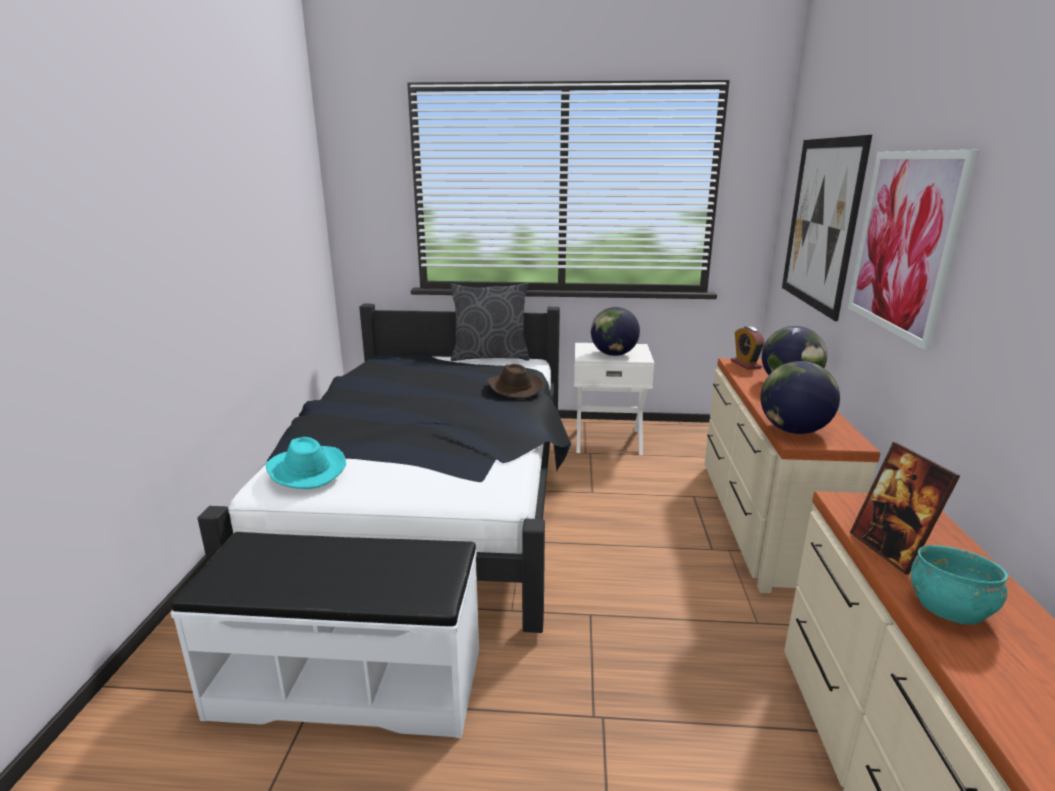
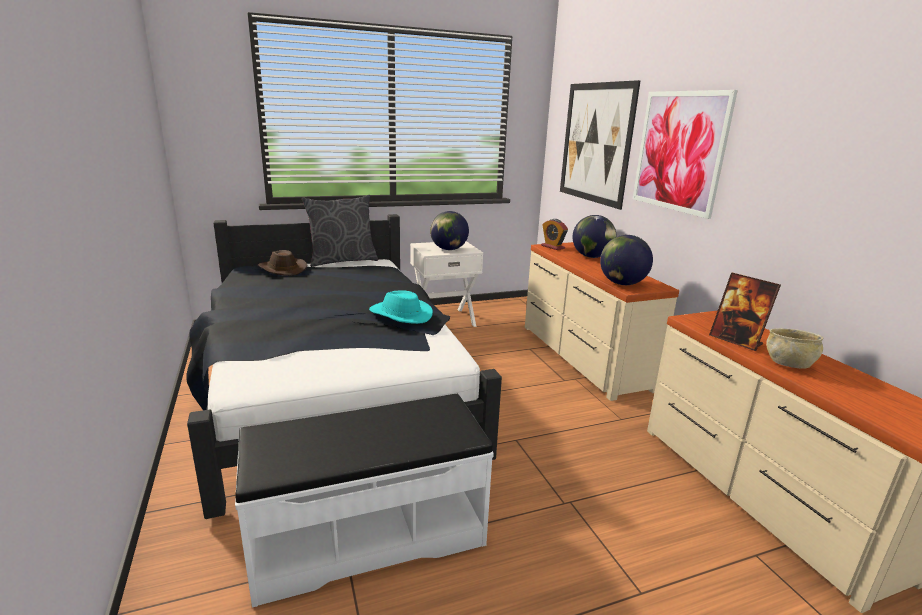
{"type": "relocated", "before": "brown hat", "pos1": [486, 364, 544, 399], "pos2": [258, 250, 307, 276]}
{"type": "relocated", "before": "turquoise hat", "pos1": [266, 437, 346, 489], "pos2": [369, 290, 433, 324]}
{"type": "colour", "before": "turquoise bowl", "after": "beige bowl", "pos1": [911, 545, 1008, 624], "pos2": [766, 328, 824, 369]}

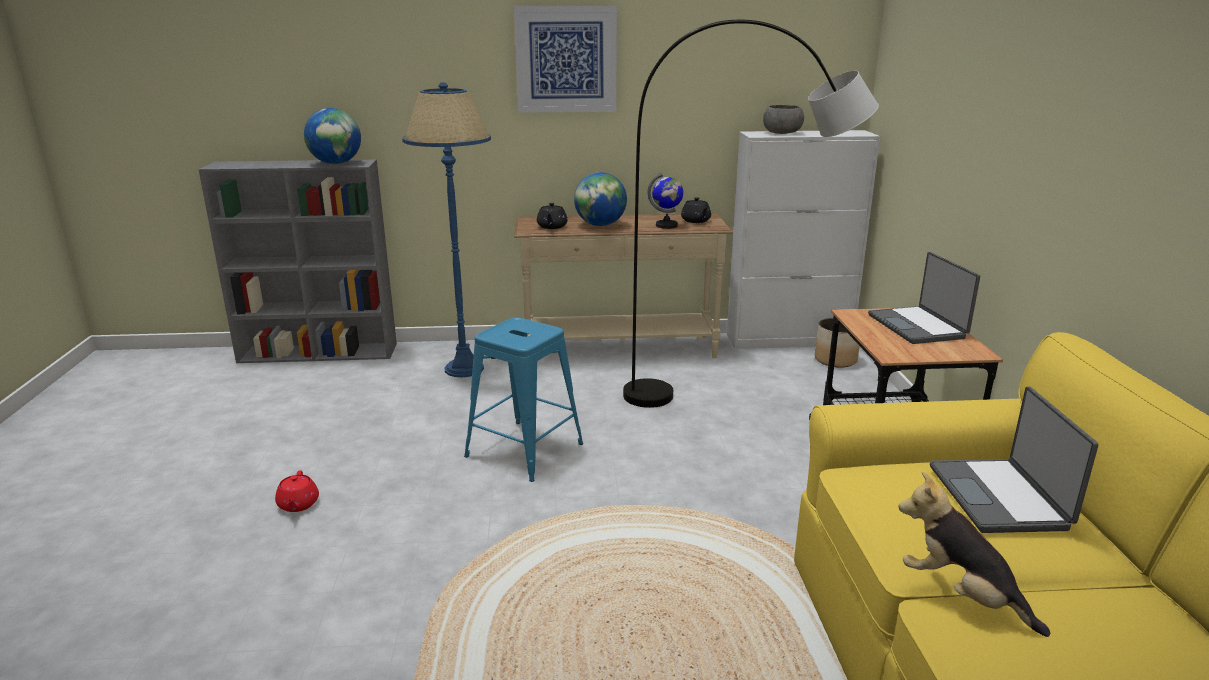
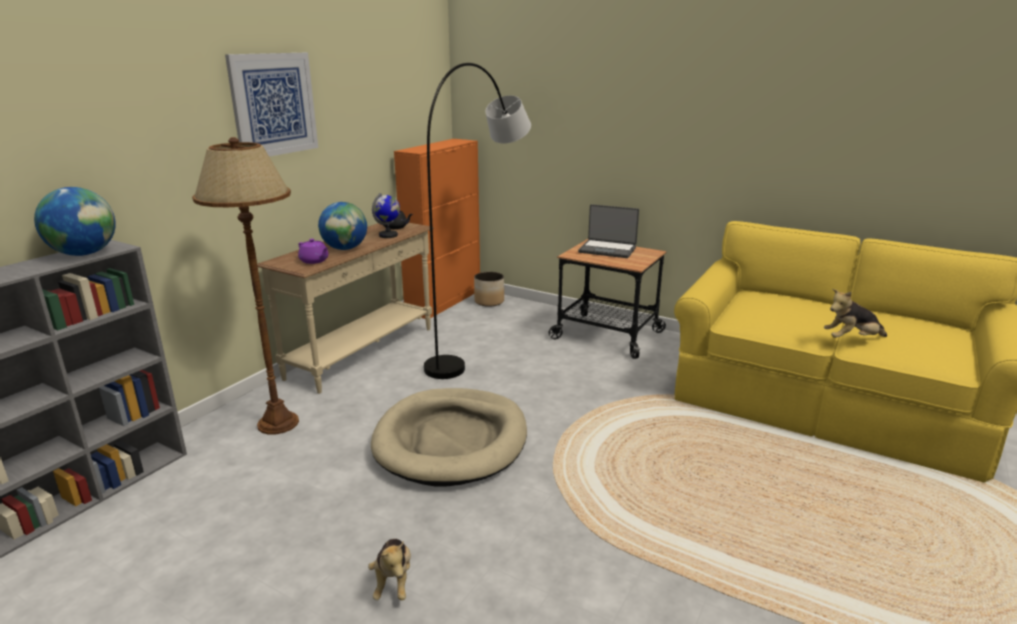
{"type": "colour", "before": "blue floor lamp", "after": "brown floor lamp", "pos1": [402, 82, 491, 377], "pos2": [192, 137, 299, 435]}
{"type": "colour", "before": "black teapot", "after": "purple teapot", "pos1": [537, 203, 567, 229], "pos2": [298, 239, 328, 264]}
{"type": "exchanged", "before": "red teapot", "after": "plush toy", "pos1": [275, 470, 319, 512], "pos2": [368, 539, 411, 600]}
{"type": "exchanged", "before": "blue stool", "after": "beige dog bed", "pos1": [464, 317, 583, 482], "pos2": [371, 388, 527, 486]}
{"type": "colour", "before": "white cabinet", "after": "orange cabinet", "pos1": [727, 130, 880, 349], "pos2": [394, 139, 480, 319]}
{"type": "missing", "before": "grey bowl", "pos1": [763, 105, 804, 134]}
{"type": "missing", "before": "laptop", "pos1": [930, 387, 1098, 533]}

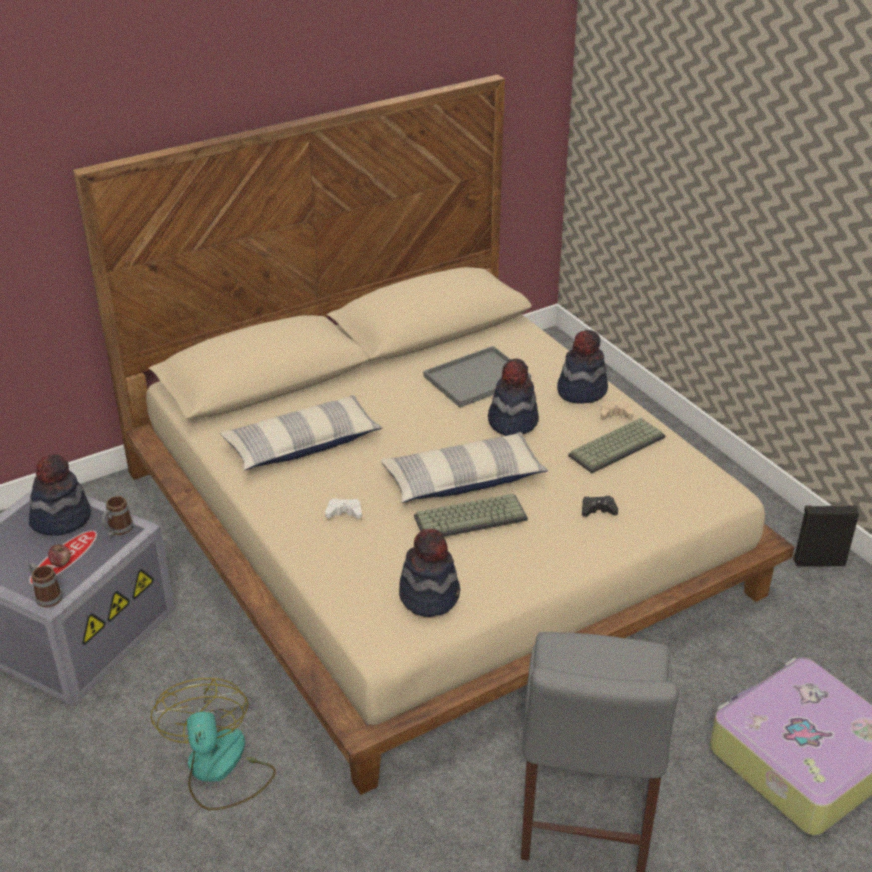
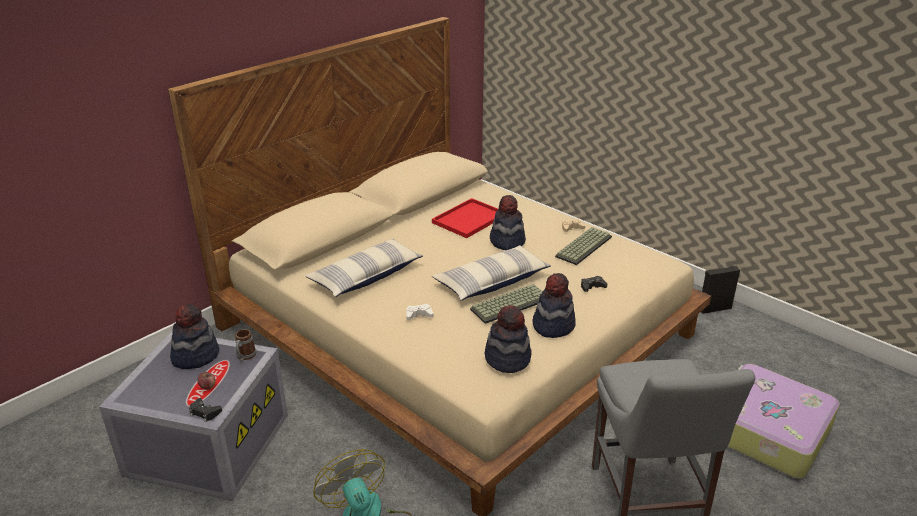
{"type": "exchanged", "before": "mug", "after": "black game controller", "pos1": [28, 562, 62, 607], "pos2": [189, 398, 222, 422]}
{"type": "colour", "before": "grey tray", "after": "red tray", "pos1": [423, 346, 531, 408], "pos2": [432, 198, 498, 238]}
{"type": "relocated", "before": "hat", "pos1": [557, 330, 608, 403], "pos2": [533, 273, 576, 338]}

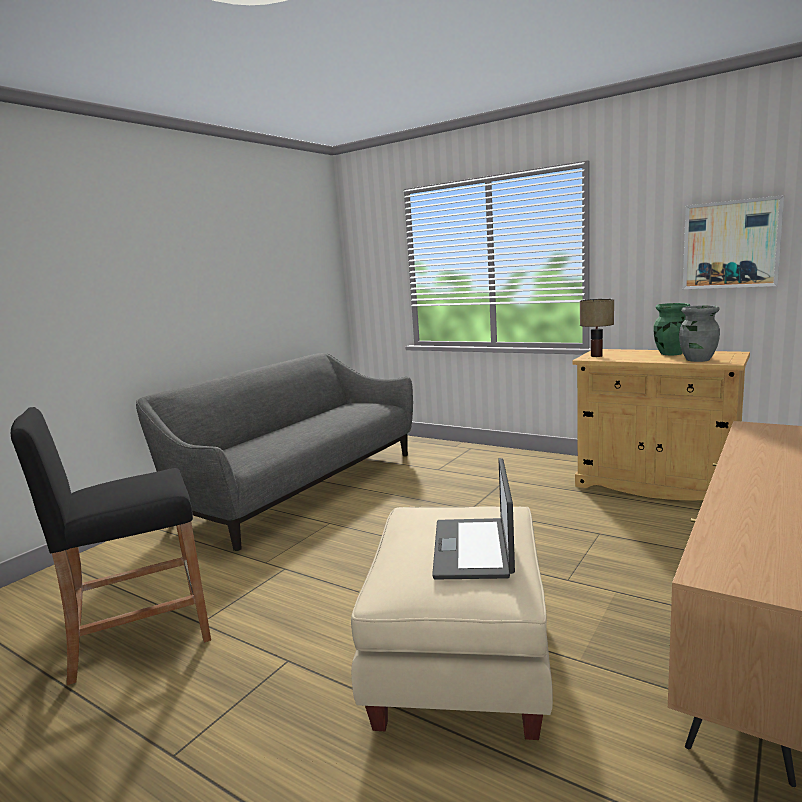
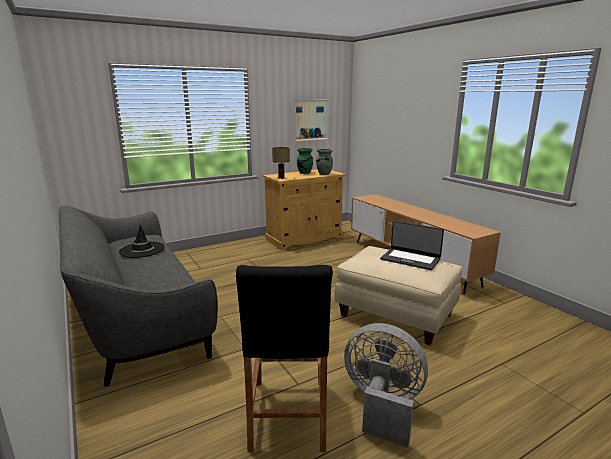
{"type": "appeared", "after": "black hat", "pos2": [119, 225, 165, 258]}
{"type": "appeared", "after": "grey fan", "pos2": [344, 323, 428, 448]}

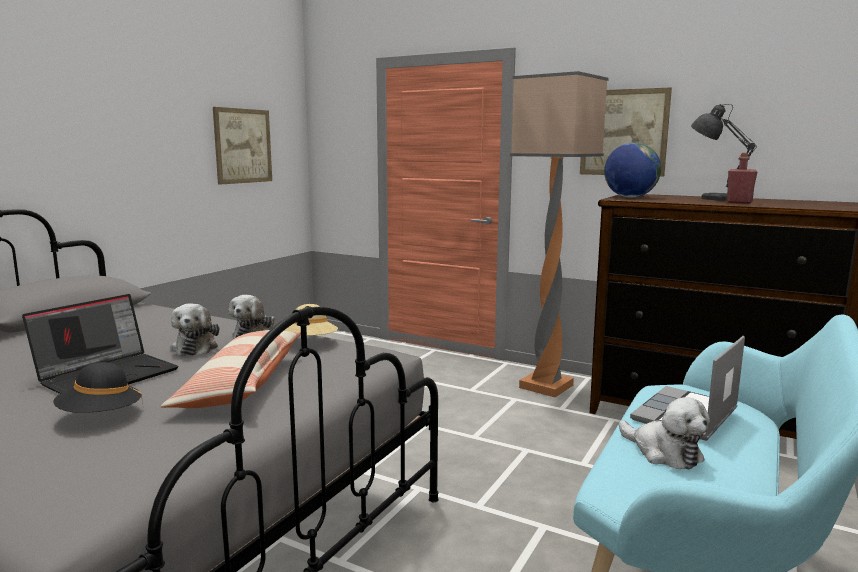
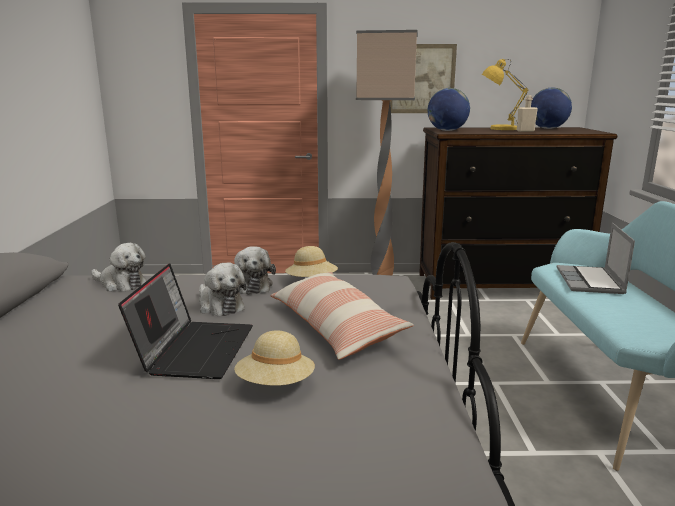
{"type": "relocated", "before": "plush toy", "pos1": [619, 397, 710, 469], "pos2": [91, 243, 147, 291]}
{"type": "colour", "before": "black hat", "after": "beige hat", "pos1": [53, 362, 143, 413], "pos2": [234, 331, 315, 386]}
{"type": "colour", "before": "grey table lamp", "after": "yellow table lamp", "pos1": [691, 104, 757, 201], "pos2": [482, 59, 529, 130]}
{"type": "colour", "before": "red bottle", "after": "beige bottle", "pos1": [726, 153, 758, 204], "pos2": [517, 95, 538, 132]}
{"type": "appeared", "after": "globe", "pos2": [531, 88, 572, 129]}
{"type": "missing", "before": "picture", "pos1": [213, 107, 272, 185]}

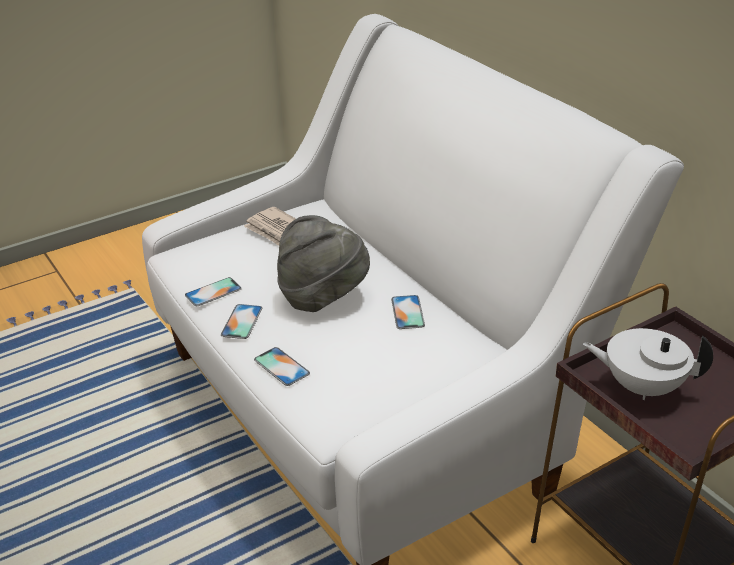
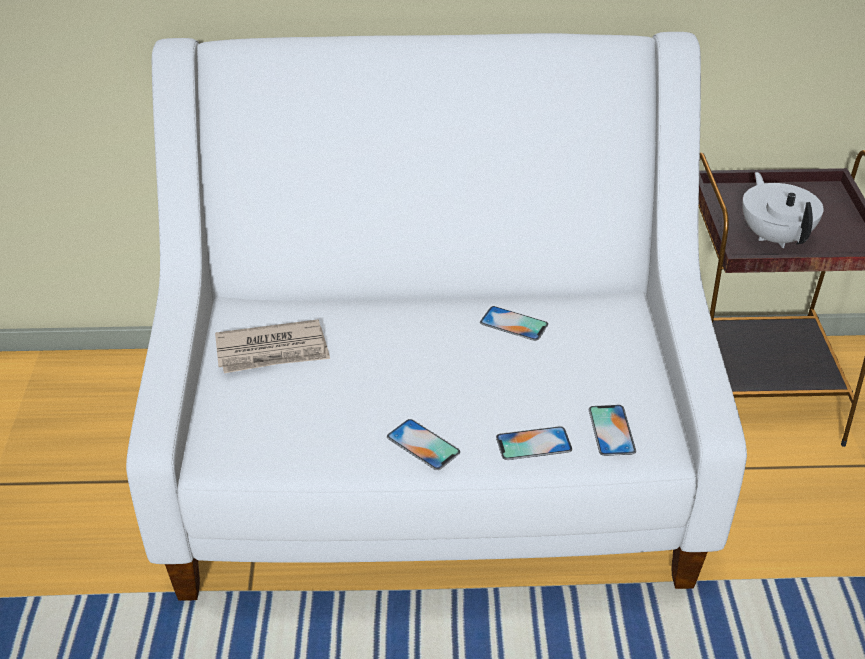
{"type": "relocated", "before": "phone", "pos1": [185, 277, 242, 306], "pos2": [589, 405, 636, 456]}
{"type": "spun", "before": "white teapot", "pos1": [583, 328, 713, 400], "pos2": [742, 172, 824, 248], "turn": 120}
{"type": "missing", "before": "grey hat", "pos1": [277, 215, 370, 312]}

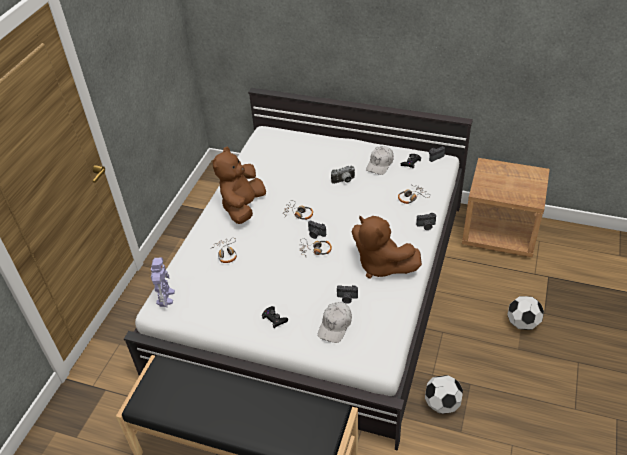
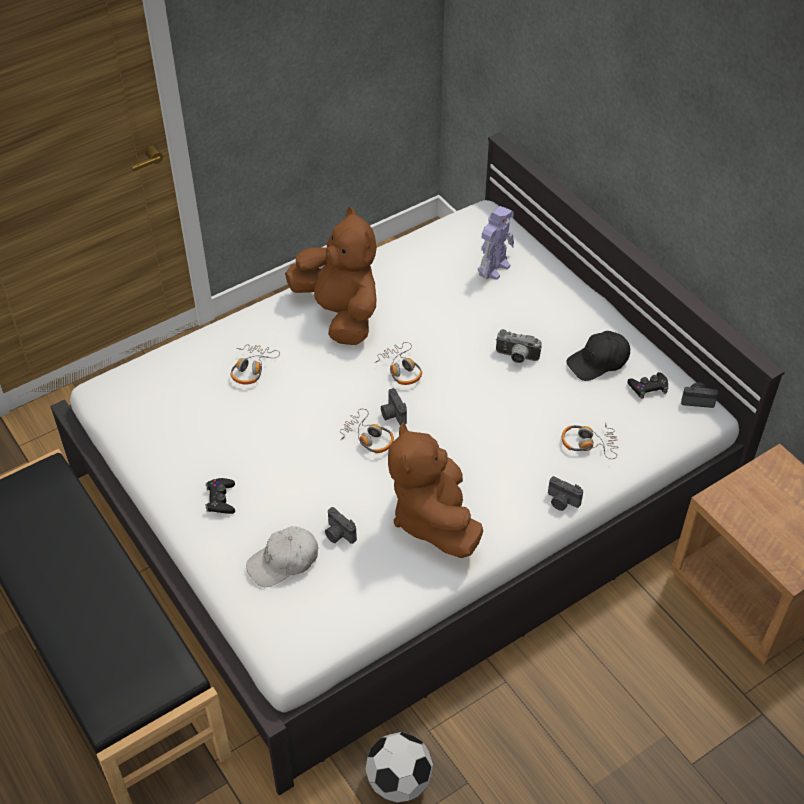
{"type": "spun", "before": "brown plush toy", "pos1": [212, 147, 266, 224], "pos2": [285, 207, 377, 345], "turn": 90}
{"type": "relocated", "before": "toy robot", "pos1": [151, 257, 175, 308], "pos2": [478, 206, 514, 280]}
{"type": "colour", "before": "white cap", "after": "black cap", "pos1": [366, 146, 394, 175], "pos2": [566, 331, 630, 381]}
{"type": "missing", "before": "football", "pos1": [507, 296, 544, 330]}

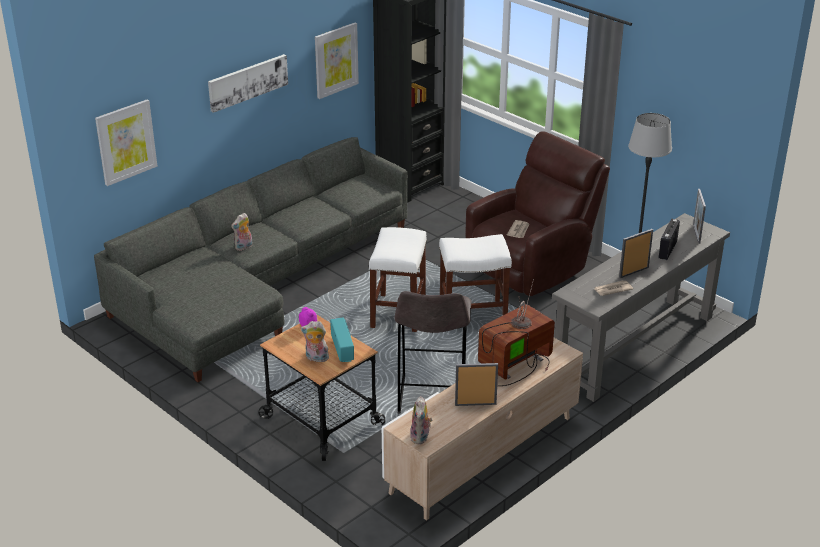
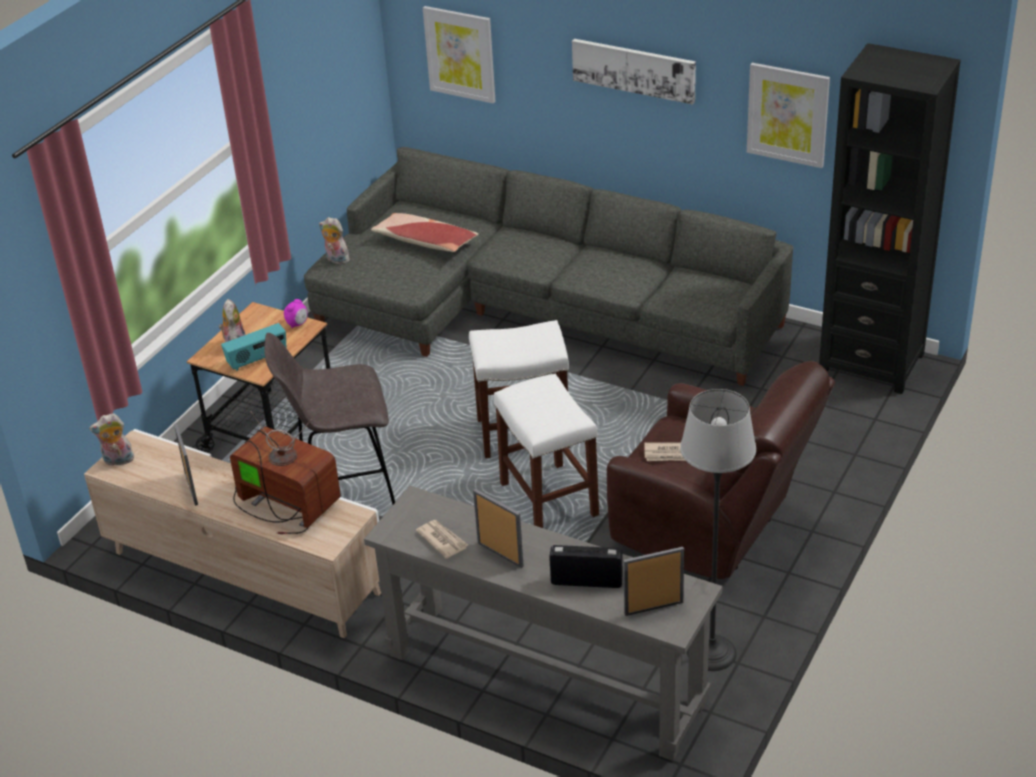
{"type": "relocated", "before": "plush toy", "pos1": [231, 213, 253, 251], "pos2": [319, 217, 350, 264]}
{"type": "appeared", "after": "pillow", "pos2": [371, 213, 478, 252]}

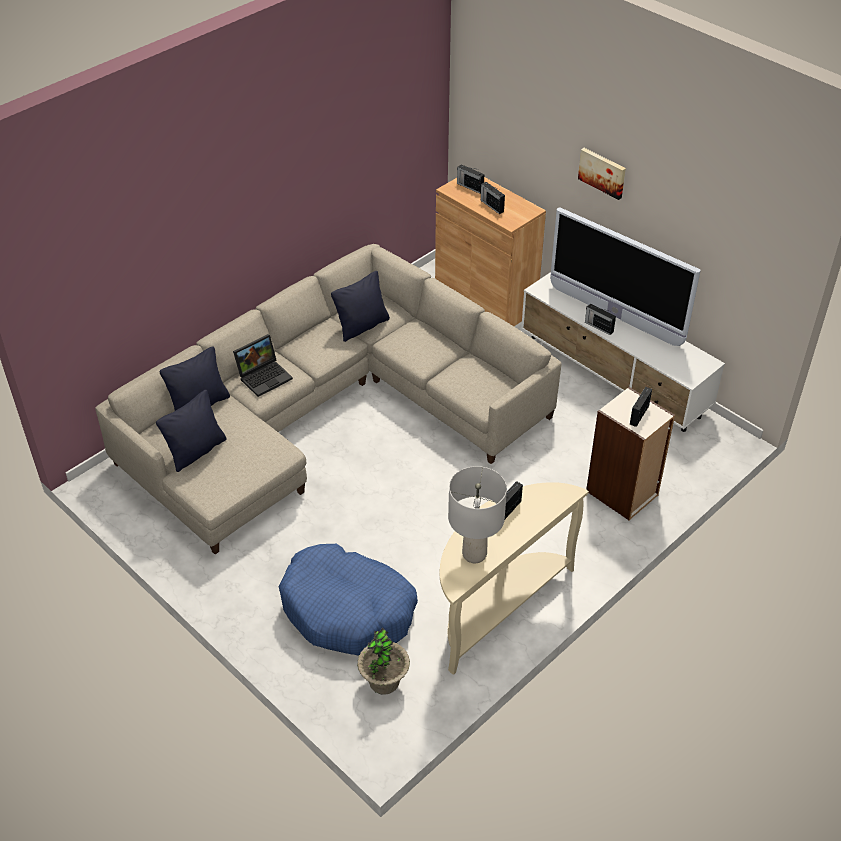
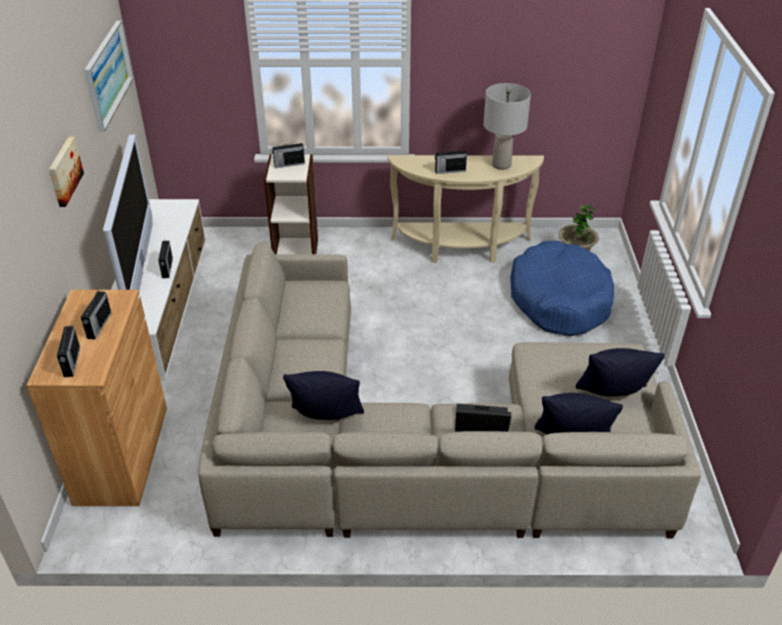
{"type": "appeared", "after": "picture", "pos2": [84, 21, 133, 132]}

